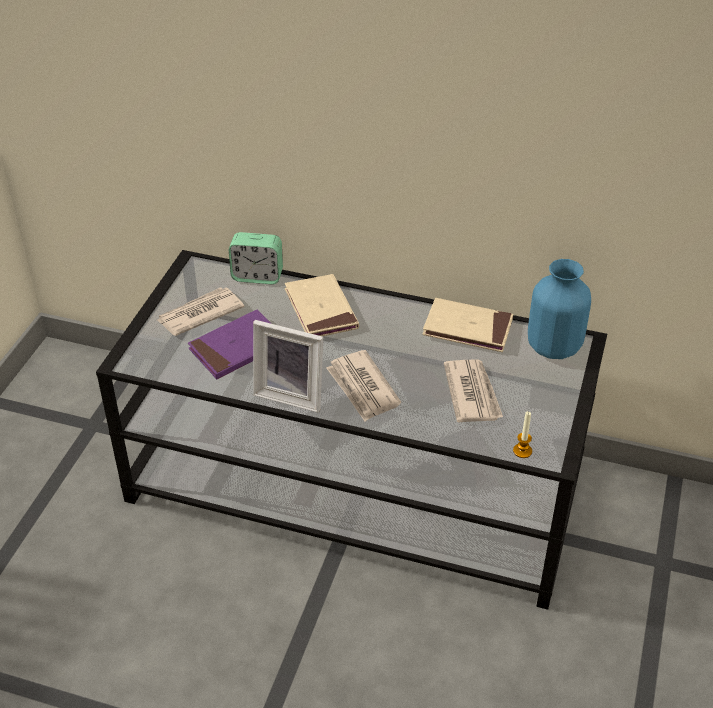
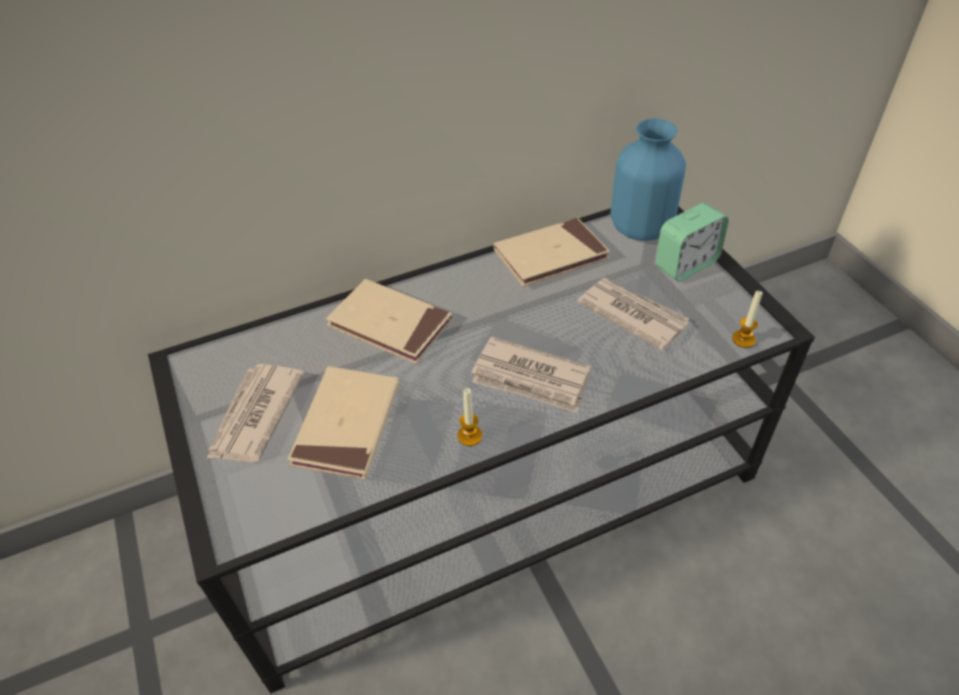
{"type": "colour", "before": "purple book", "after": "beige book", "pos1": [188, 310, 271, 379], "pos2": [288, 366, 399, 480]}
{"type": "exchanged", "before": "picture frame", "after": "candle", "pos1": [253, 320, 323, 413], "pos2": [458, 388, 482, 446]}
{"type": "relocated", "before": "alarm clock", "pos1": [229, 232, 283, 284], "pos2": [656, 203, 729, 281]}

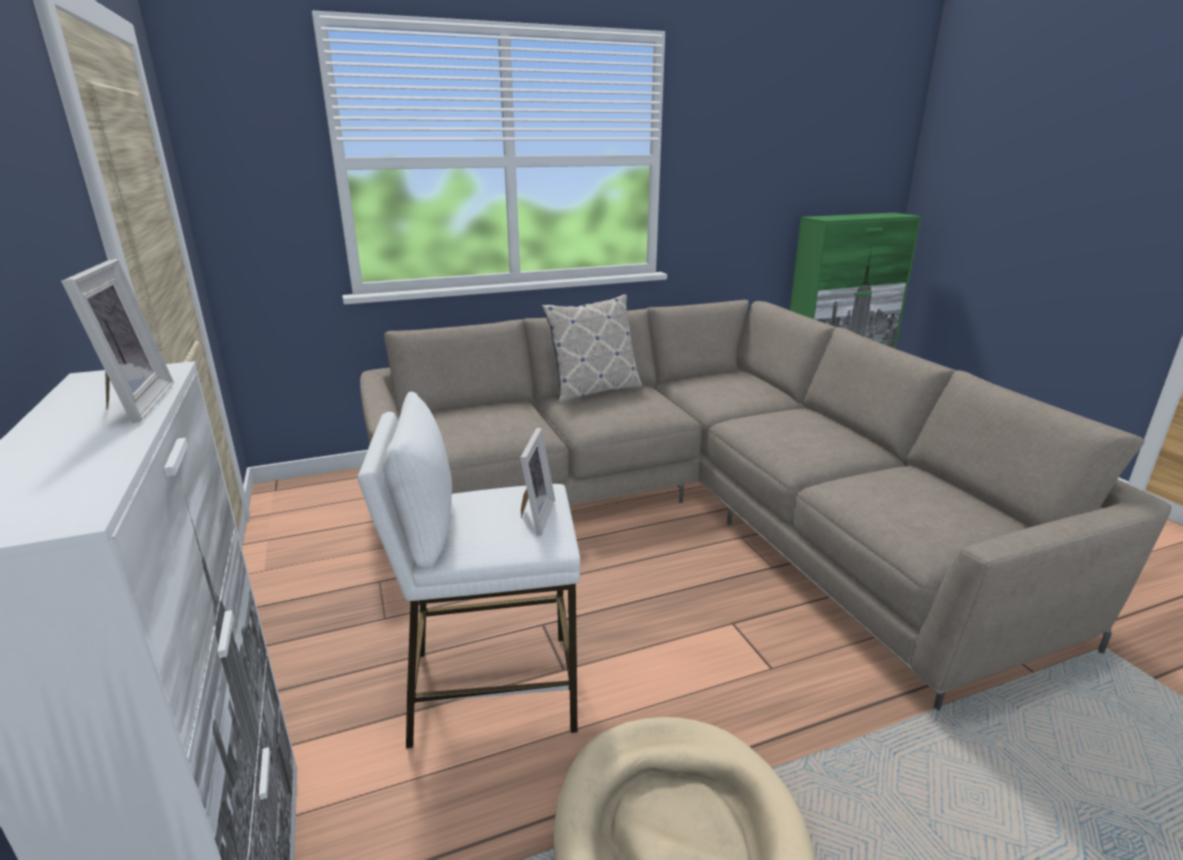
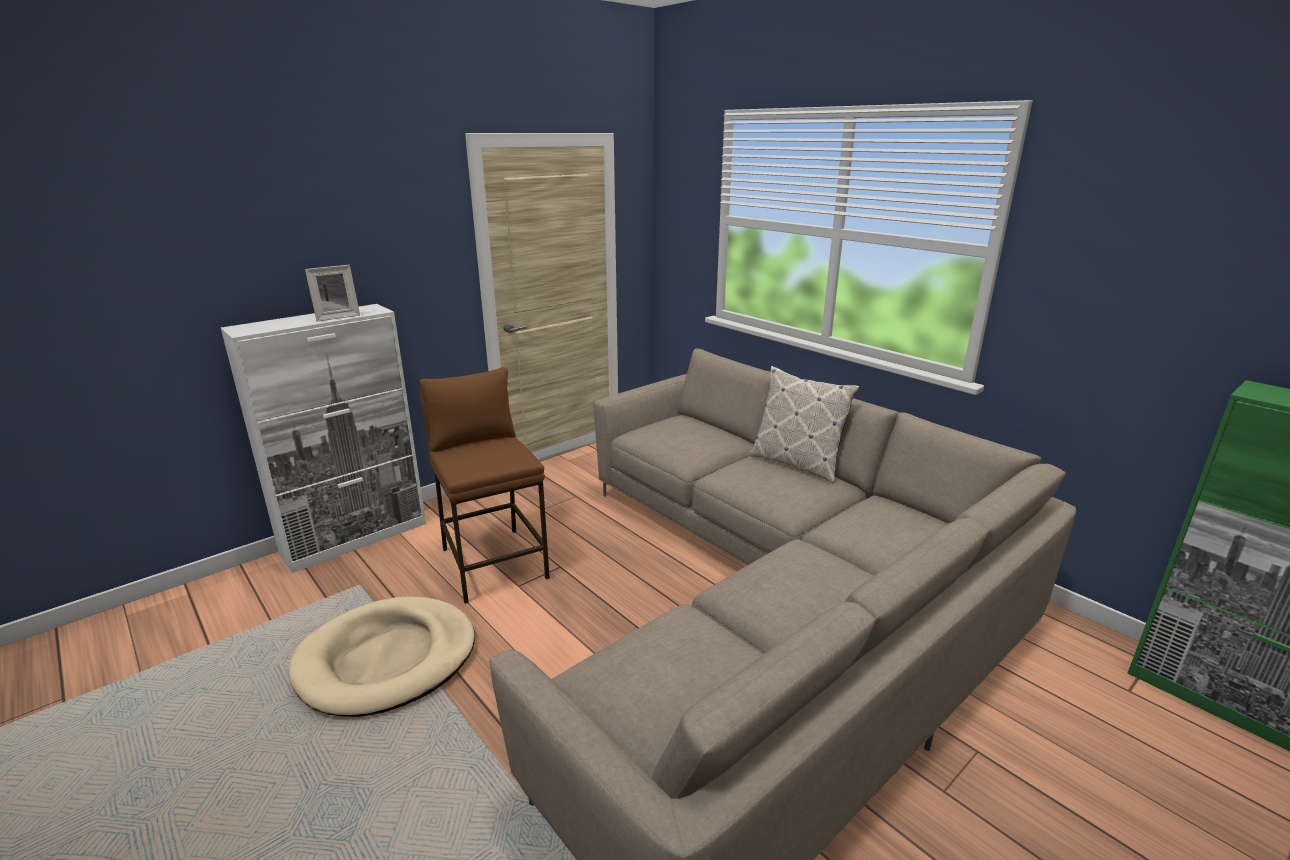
{"type": "colour", "before": "white stool", "after": "brown stool", "pos1": [358, 392, 580, 749], "pos2": [419, 367, 550, 604]}
{"type": "missing", "before": "picture frame", "pos1": [520, 428, 555, 536]}

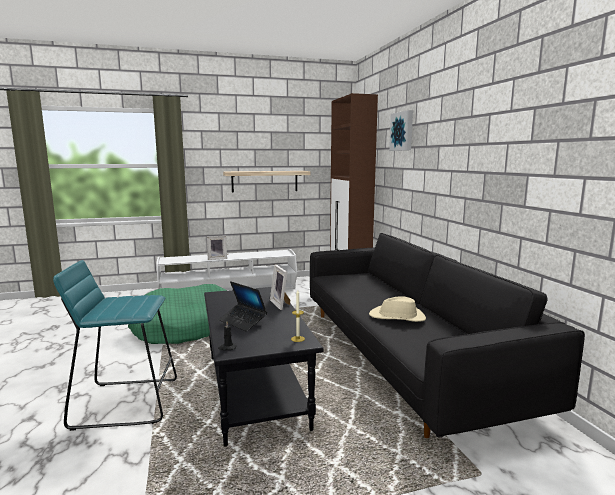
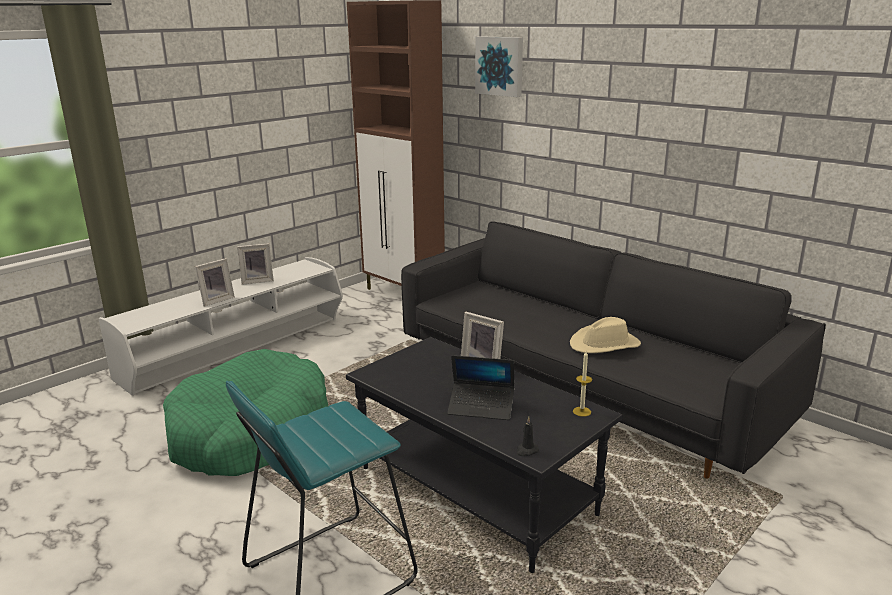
{"type": "appeared", "after": "picture frame", "pos2": [237, 243, 274, 285]}
{"type": "missing", "before": "shelf", "pos1": [223, 171, 310, 193]}

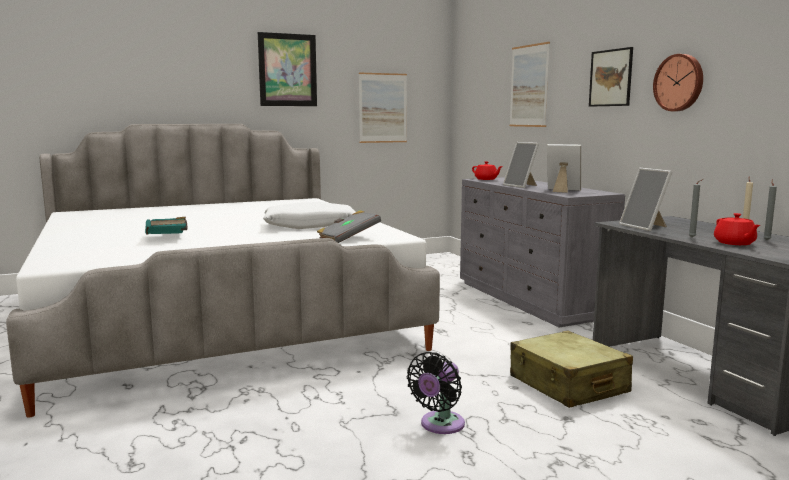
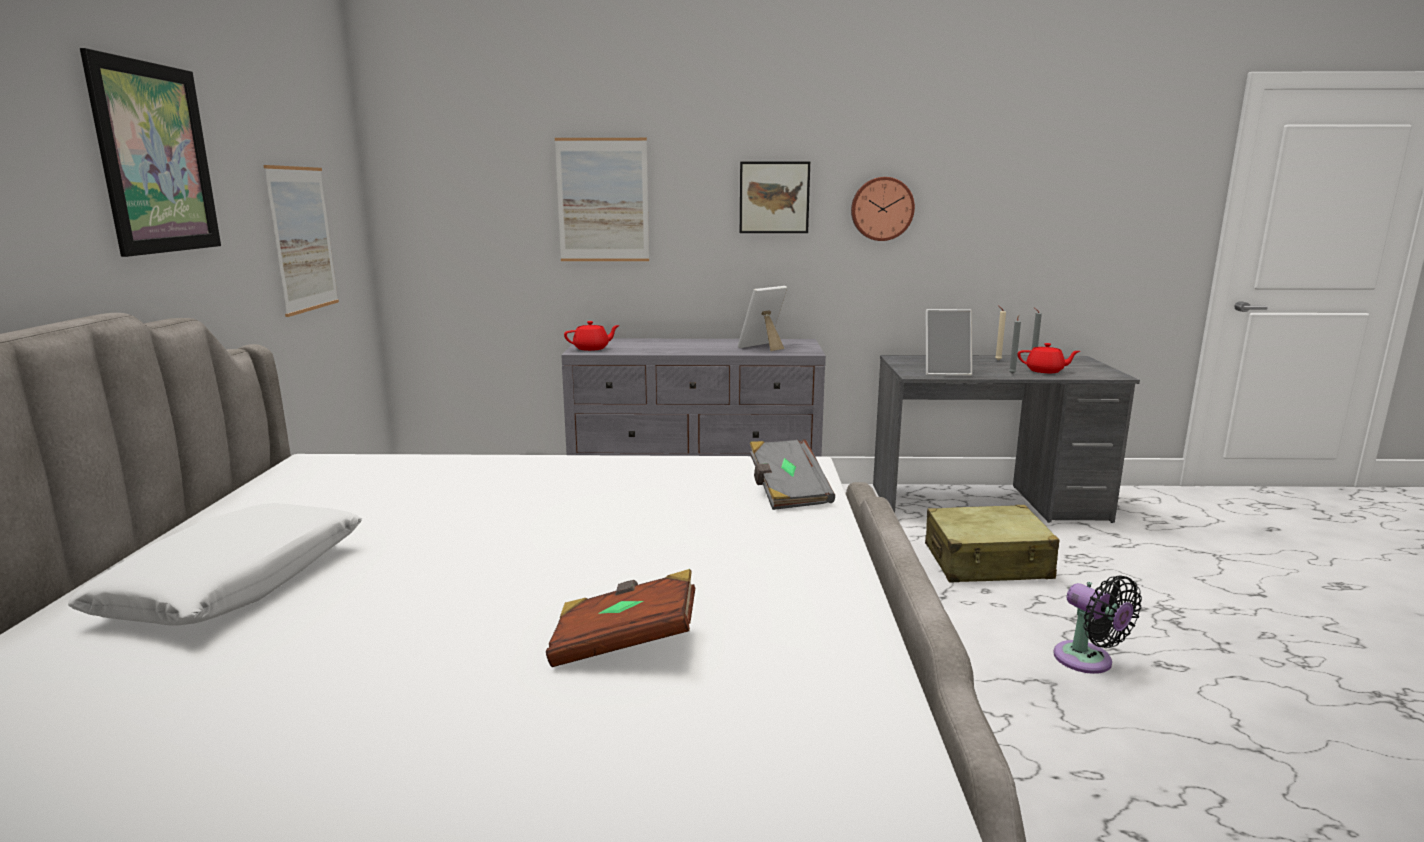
{"type": "relocated", "before": "white pillow", "pos1": [263, 202, 356, 229], "pos2": [68, 503, 362, 626]}
{"type": "colour", "before": "turquoise book", "after": "brown book", "pos1": [145, 217, 188, 234], "pos2": [546, 569, 695, 667]}
{"type": "missing", "before": "picture frame", "pos1": [503, 142, 539, 188]}

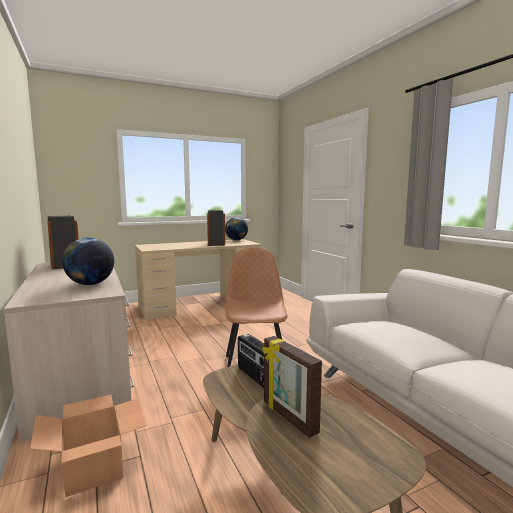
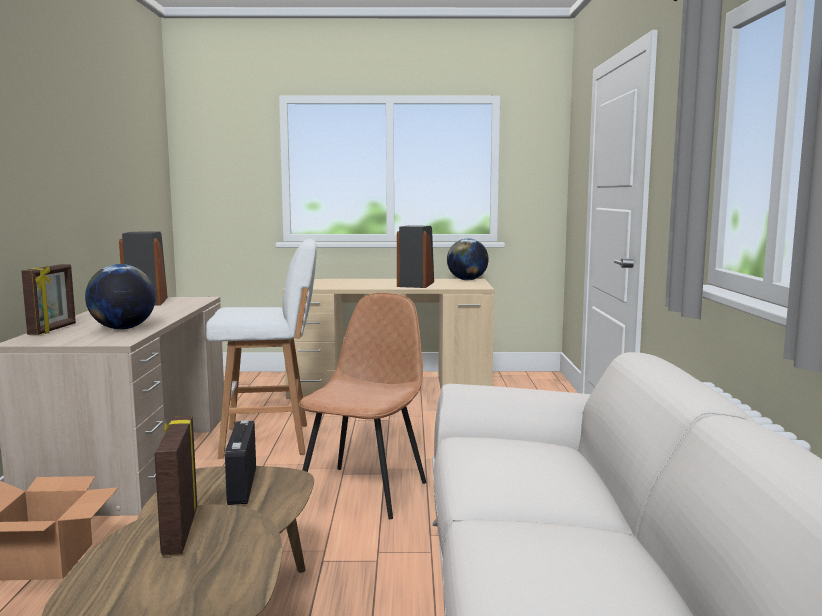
{"type": "appeared", "after": "picture frame", "pos2": [21, 264, 76, 335]}
{"type": "appeared", "after": "white stool", "pos2": [206, 239, 317, 459]}

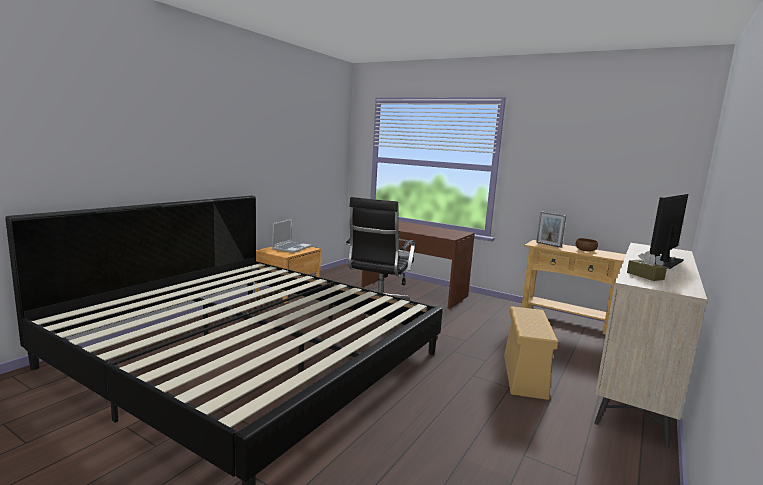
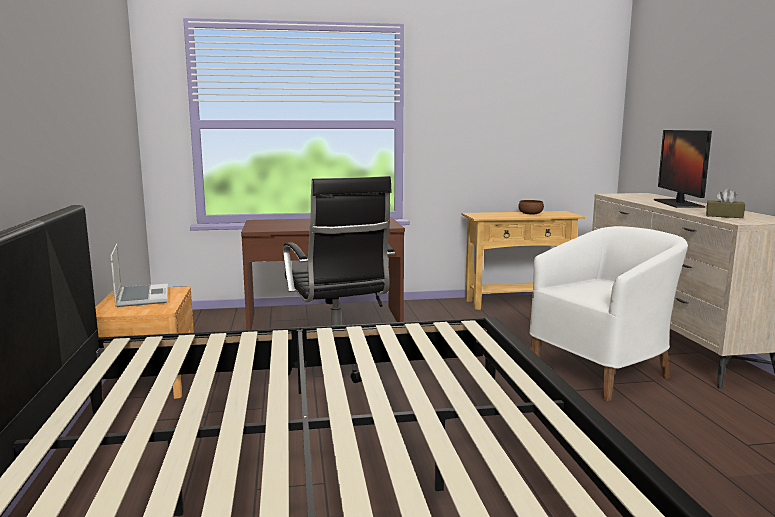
{"type": "exchanged", "before": "beige storage box", "after": "white armchair", "pos1": [504, 306, 558, 400], "pos2": [530, 226, 688, 401]}
{"type": "missing", "before": "picture frame", "pos1": [536, 212, 566, 248]}

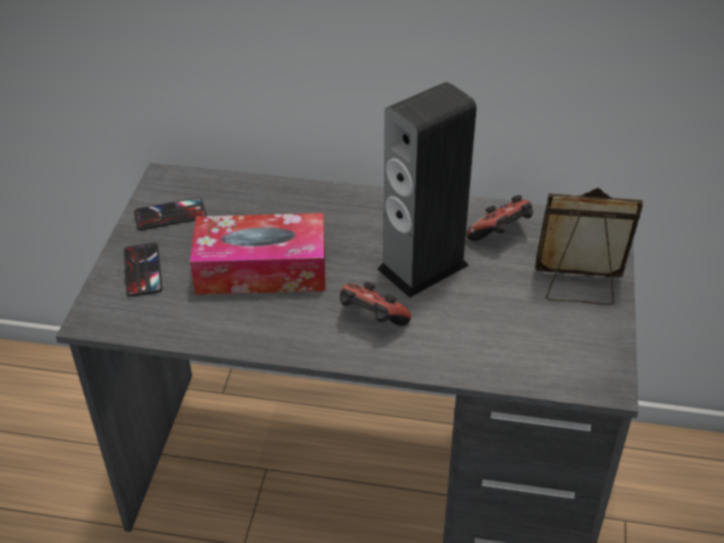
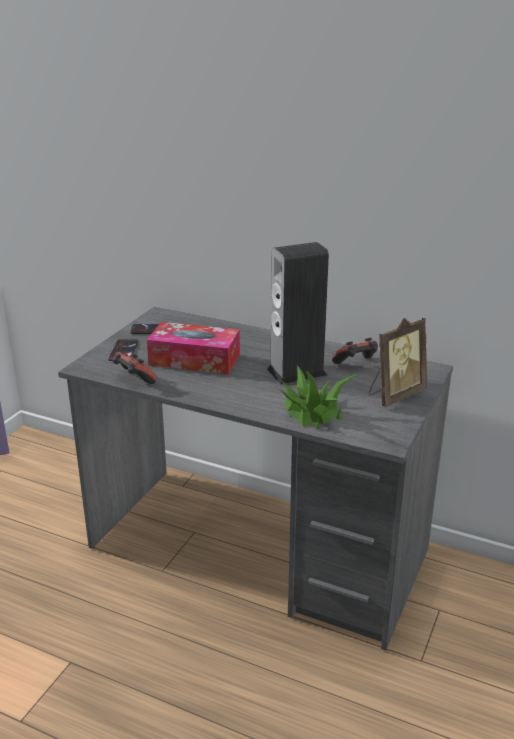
{"type": "relocated", "before": "game controller", "pos1": [340, 282, 411, 326], "pos2": [113, 352, 157, 384]}
{"type": "appeared", "after": "potted plant", "pos2": [280, 366, 358, 429]}
{"type": "spun", "before": "picture frame", "pos1": [535, 188, 643, 305], "pos2": [369, 318, 427, 407], "turn": 120}

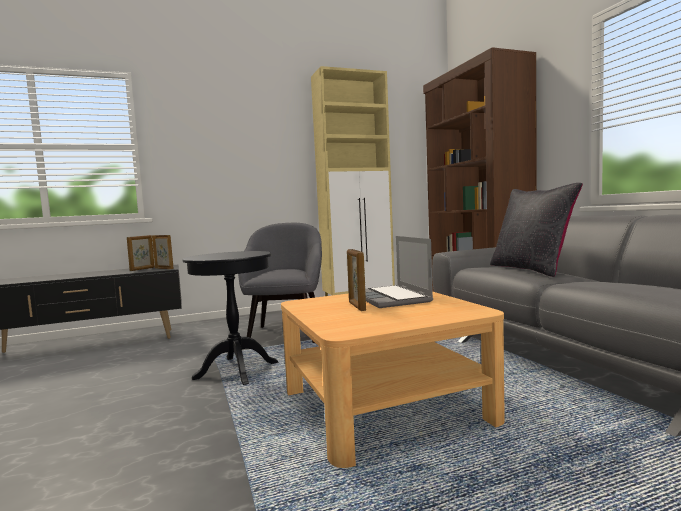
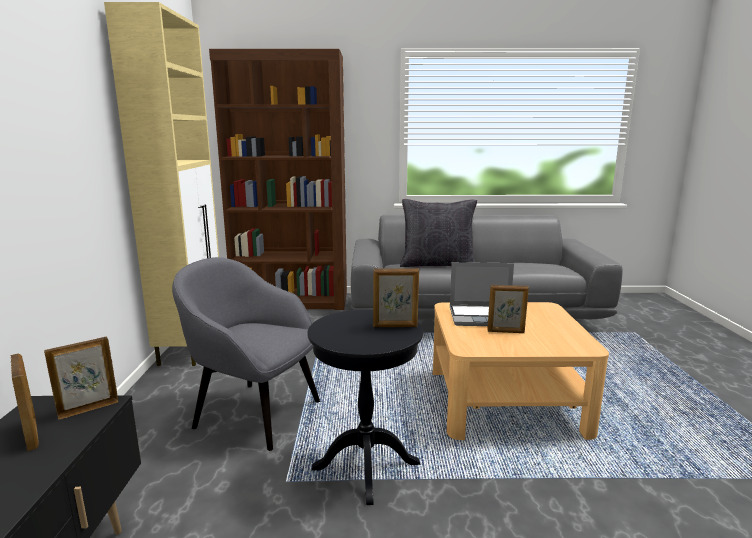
{"type": "appeared", "after": "picture frame", "pos2": [373, 268, 419, 327]}

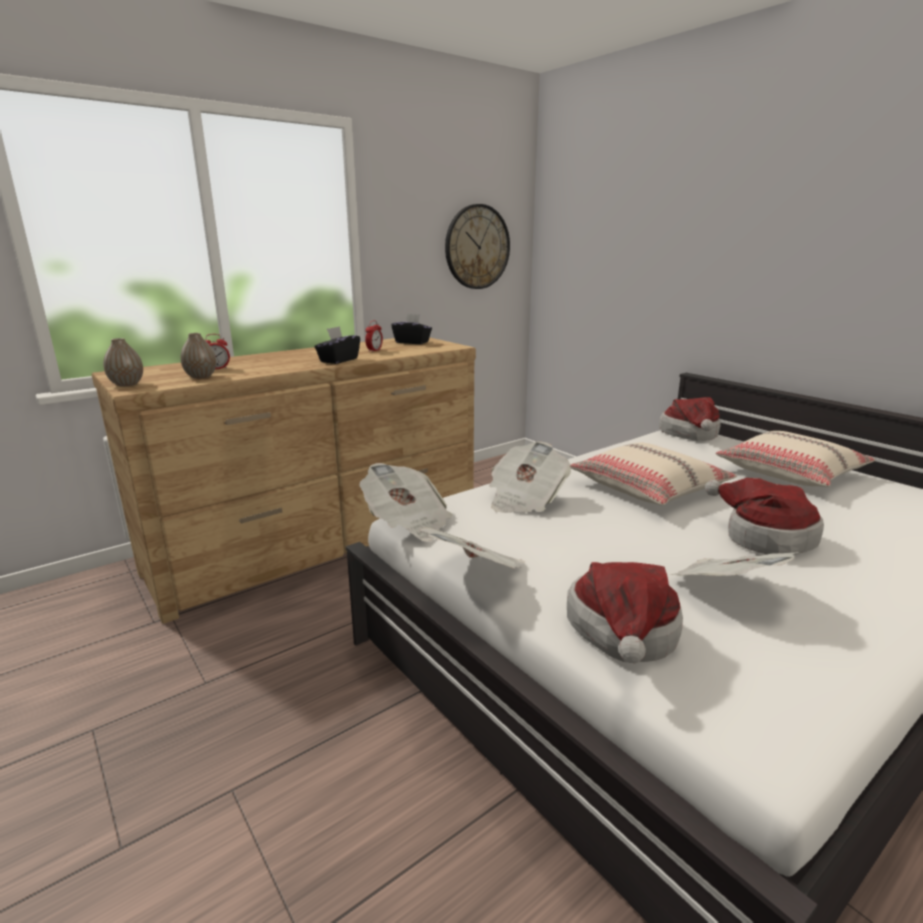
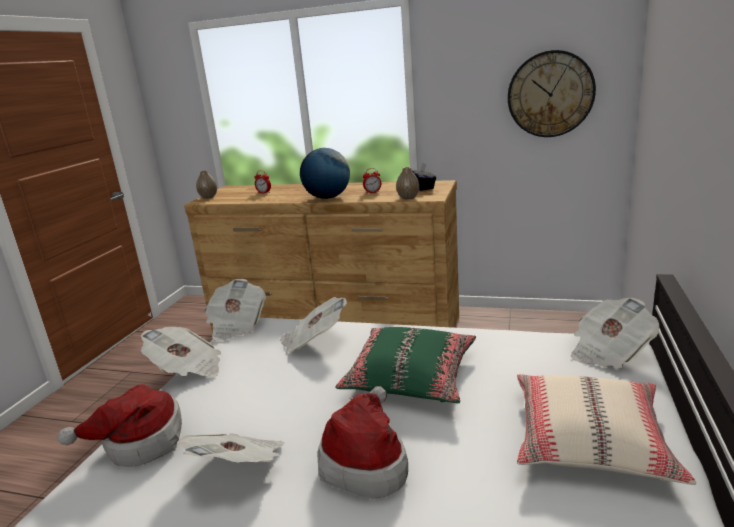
{"type": "exchanged", "before": "black tissue box", "after": "globe", "pos1": [314, 326, 360, 364], "pos2": [300, 148, 350, 199]}
{"type": "colour", "before": "beige pillow", "after": "green pillow", "pos1": [570, 443, 737, 505], "pos2": [335, 327, 476, 403]}
{"type": "relocated", "before": "vase", "pos1": [180, 333, 216, 379], "pos2": [396, 167, 419, 199]}
{"type": "exchanged", "before": "hat", "after": "newspaper", "pos1": [659, 397, 721, 441], "pos2": [571, 298, 659, 369]}

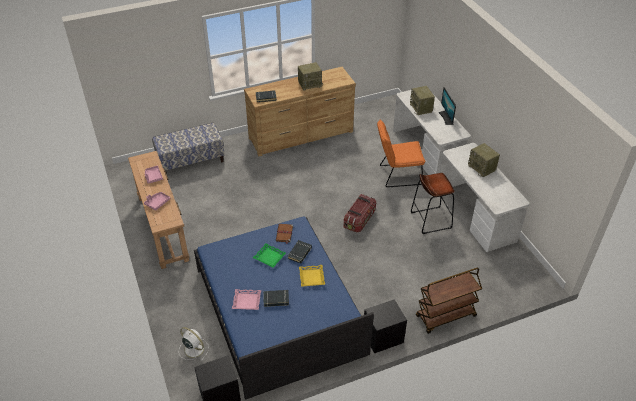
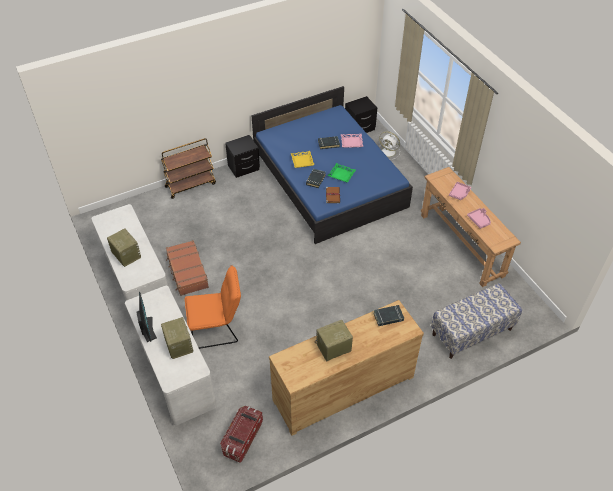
{"type": "exchanged", "before": "brown stool", "after": "brown suitcase", "pos1": [411, 173, 455, 234], "pos2": [166, 240, 209, 296]}
{"type": "relocated", "before": "storage box", "pos1": [344, 194, 376, 232], "pos2": [220, 406, 263, 463]}

